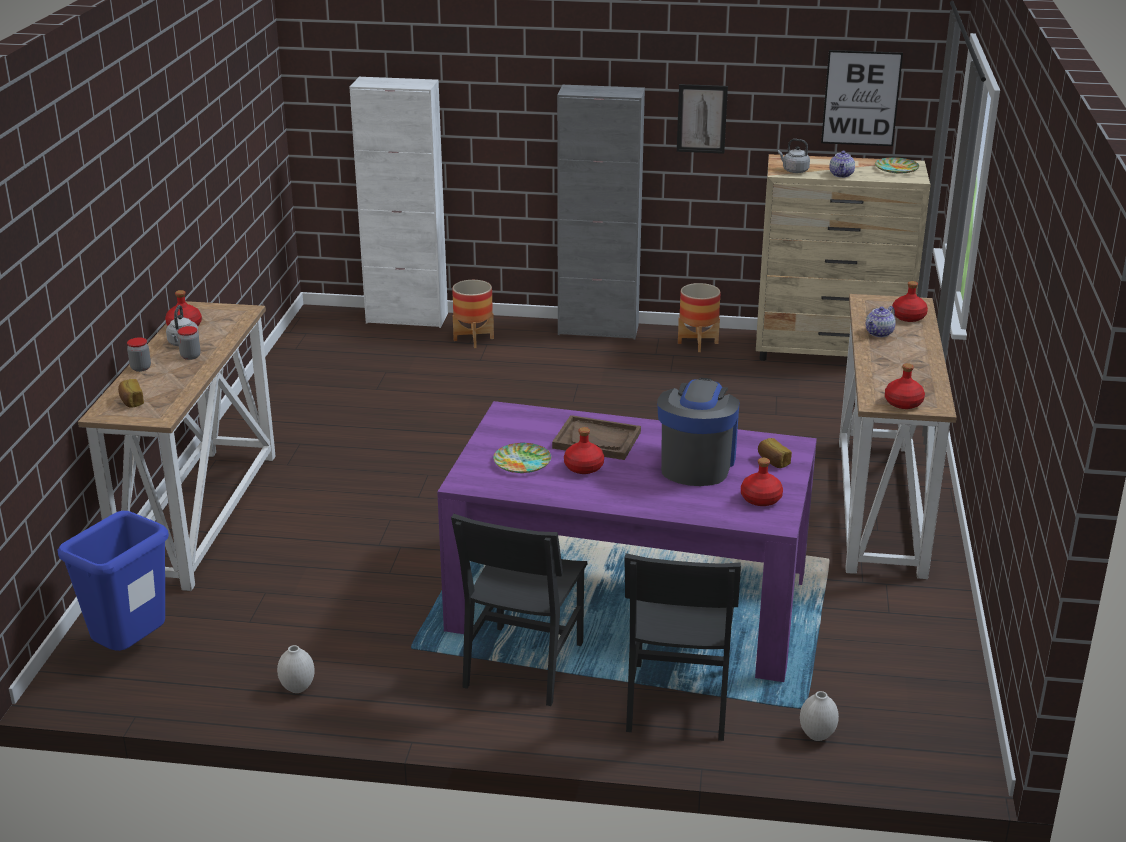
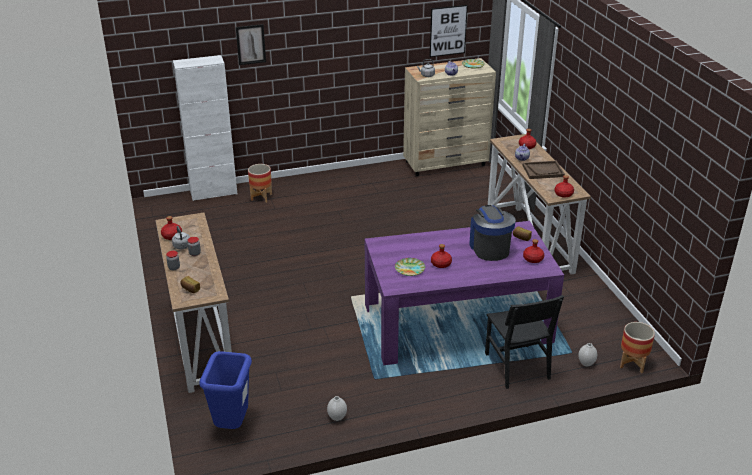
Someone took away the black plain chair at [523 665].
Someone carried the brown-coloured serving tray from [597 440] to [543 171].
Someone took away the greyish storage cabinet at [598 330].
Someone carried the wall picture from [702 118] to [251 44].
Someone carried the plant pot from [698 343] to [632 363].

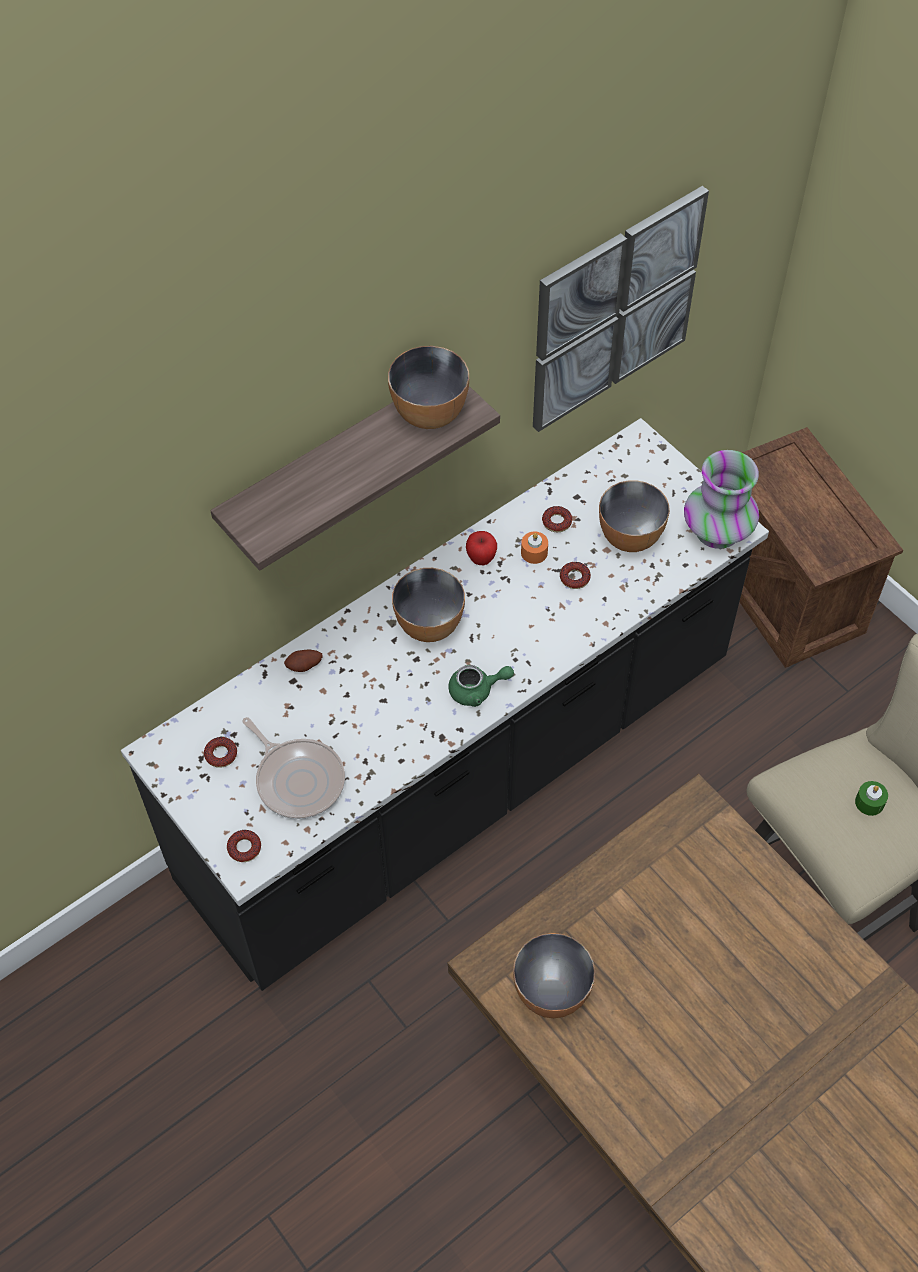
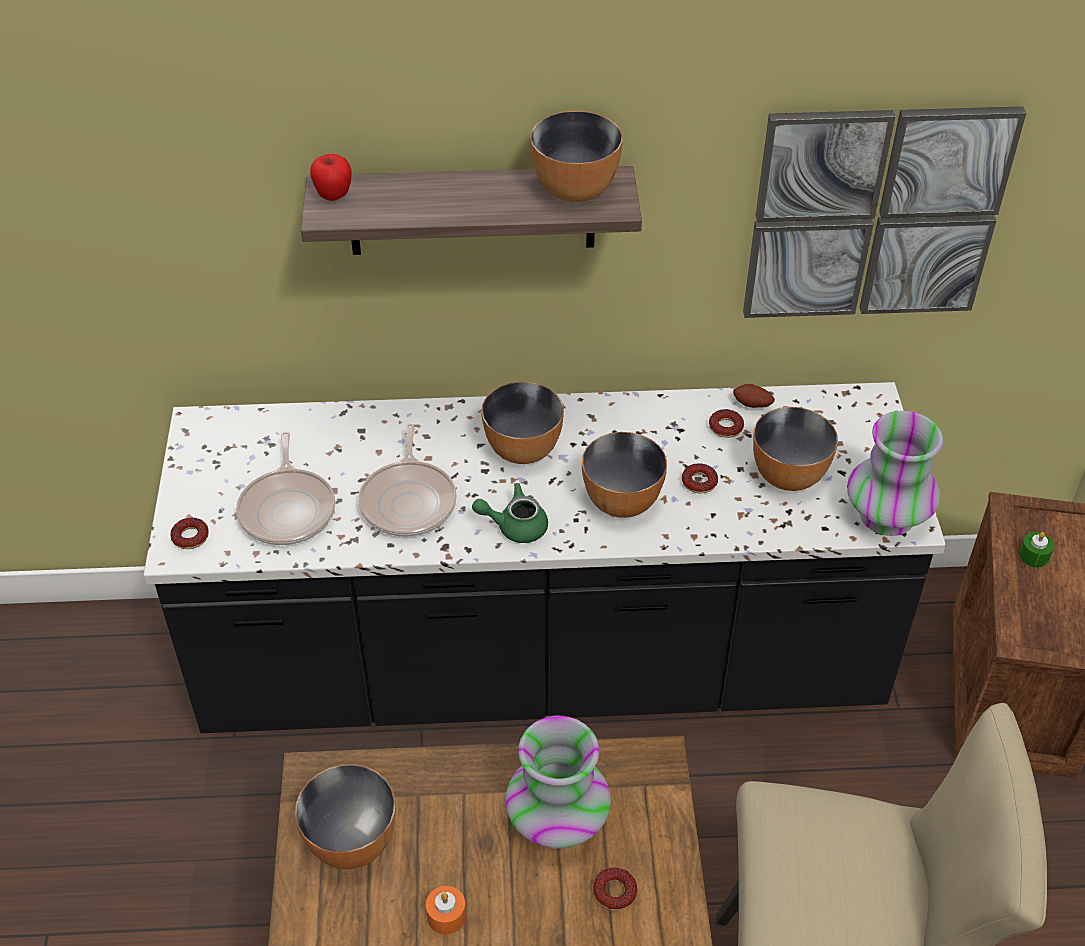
Someone carried the donut from [221 754] to [614 892].
Someone carried the potato from [304 666] to [752 405].
Someone rotated the green-coloured tea pot at [477 690] by 150 degrees clockwise.
Someone carried the whole apple from [481 559] to [333 196].
Someone carried the orange wax light from [534 552] to [446 916].
Someone carried the green-coloured wax light from [869 802] to [1034 555].
Someone put down the frying pan at [409 500].
Someone put down the vase at [557 821].
Someone put down the bowl at [622 502].

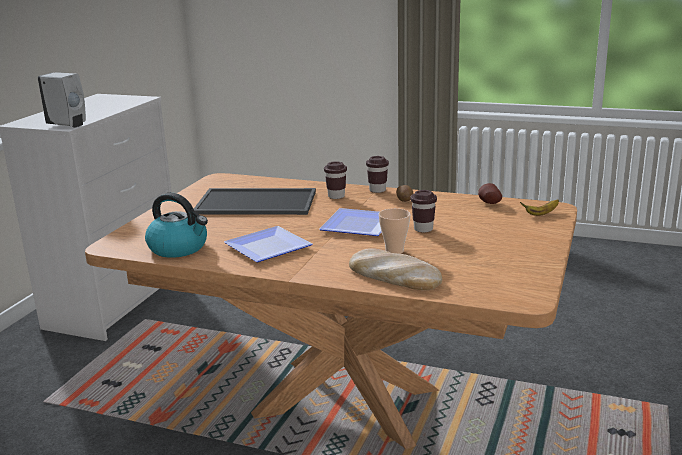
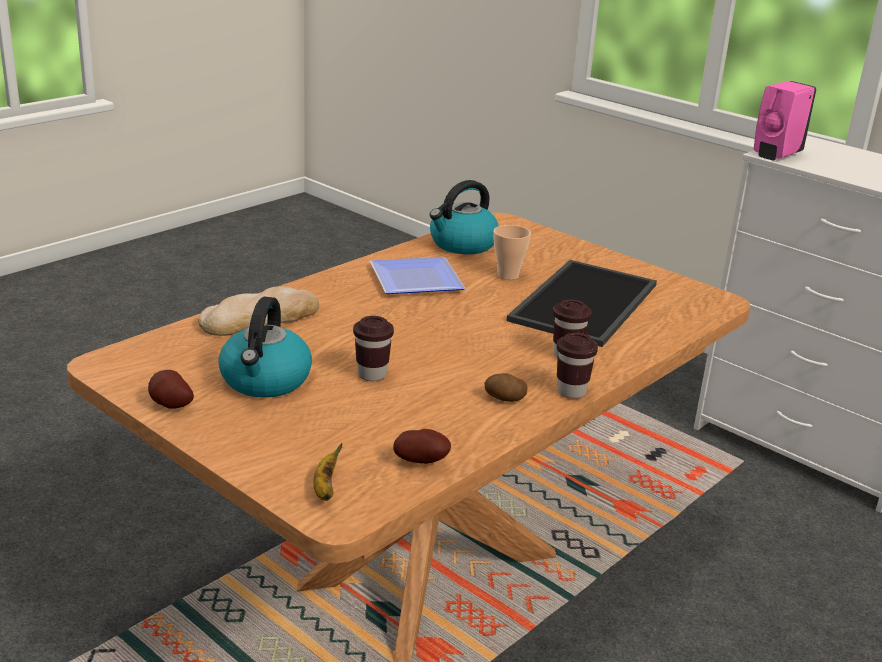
Someone repainted the white-coloured soap bottle at [68 125], which became the pink soap bottle at [776 155].
Someone took away the dinner plate at [356 224].
Someone carried the cup from [394 251] to [508 275].
Someone put down the potato at [169 406].
Someone put down the tea kettle at [265 381].

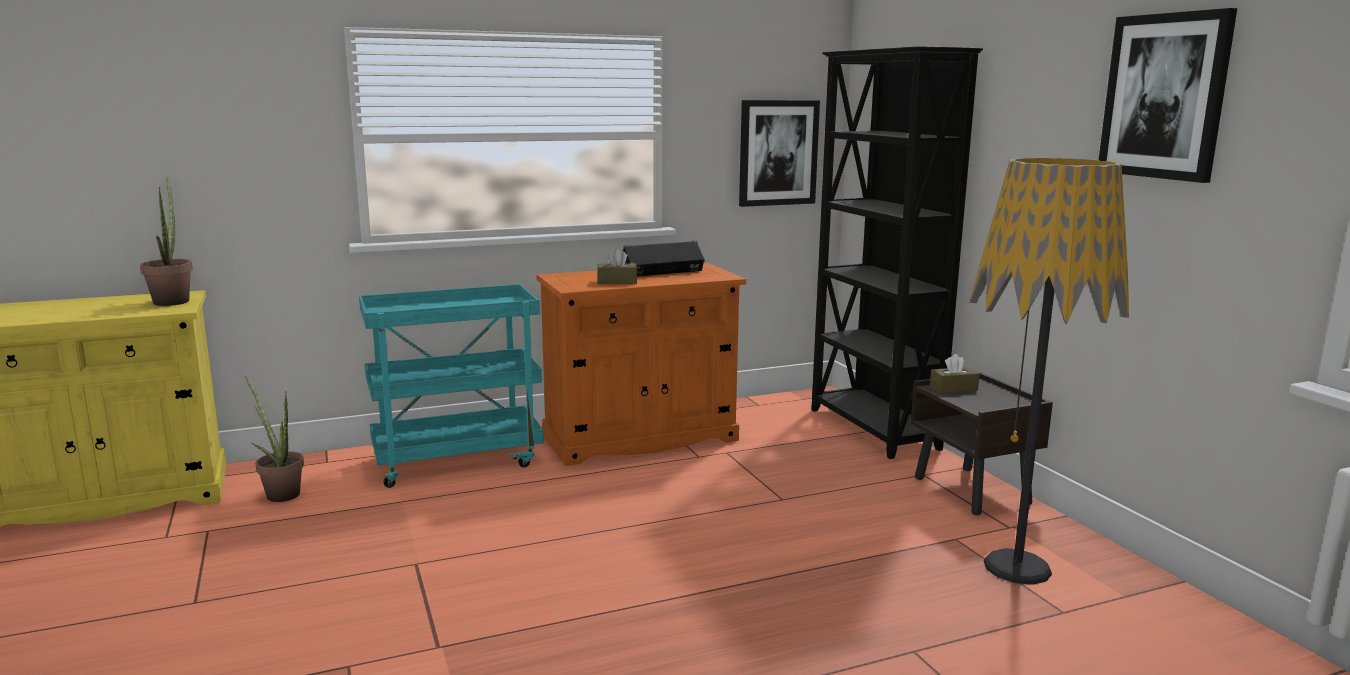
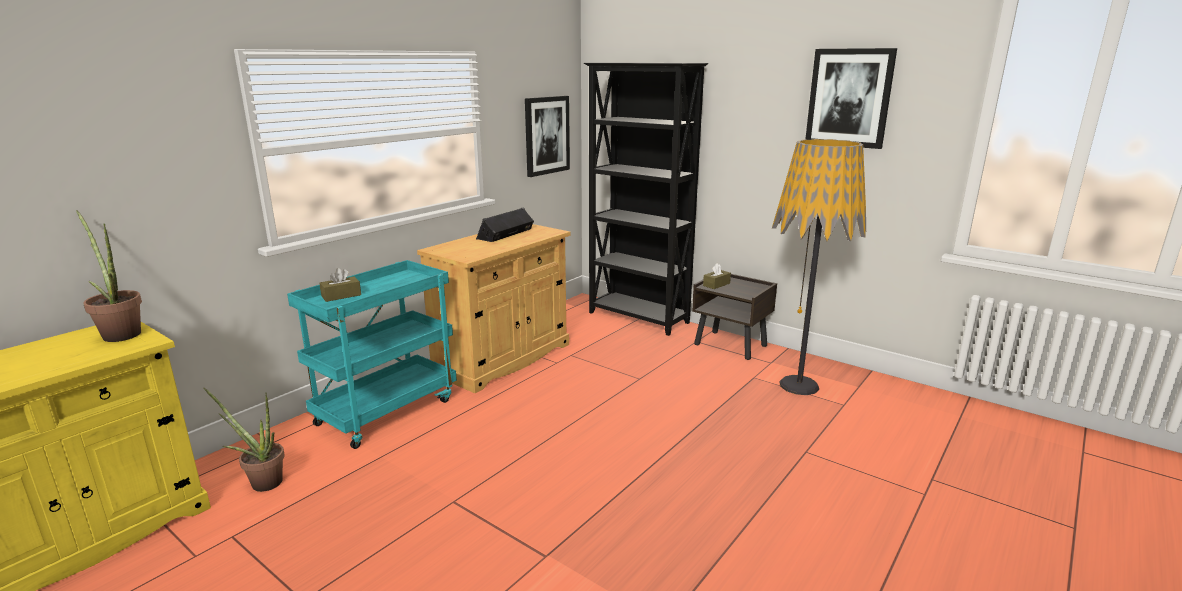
Someone repainted the orange storage cabinet at [640 438], which became the beige-coloured storage cabinet at [503 358].
Someone carried the brown-coloured box of tissues from [617 282] to [341 296].

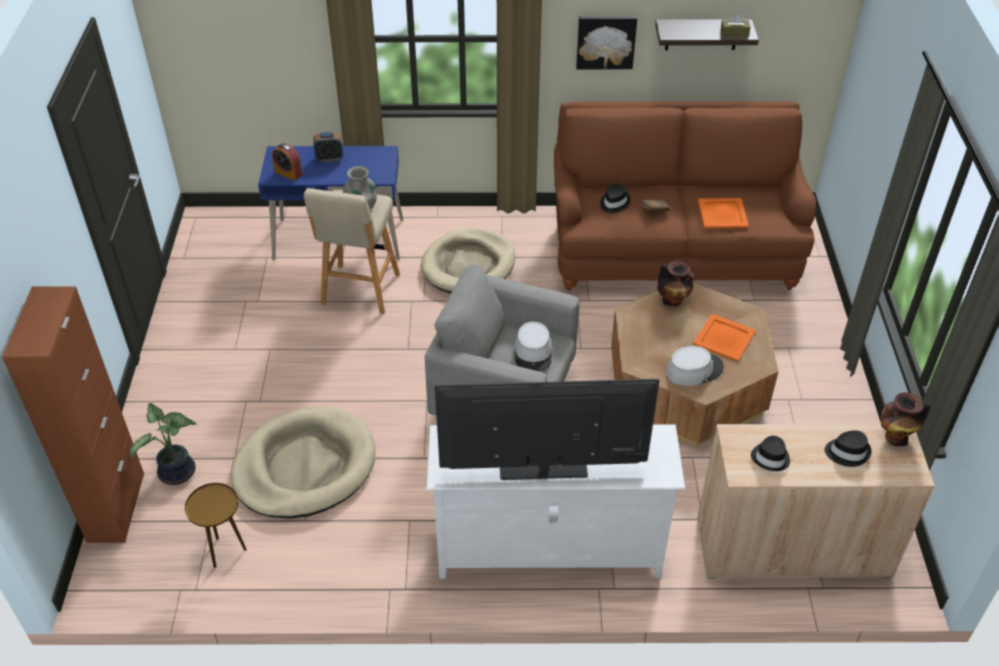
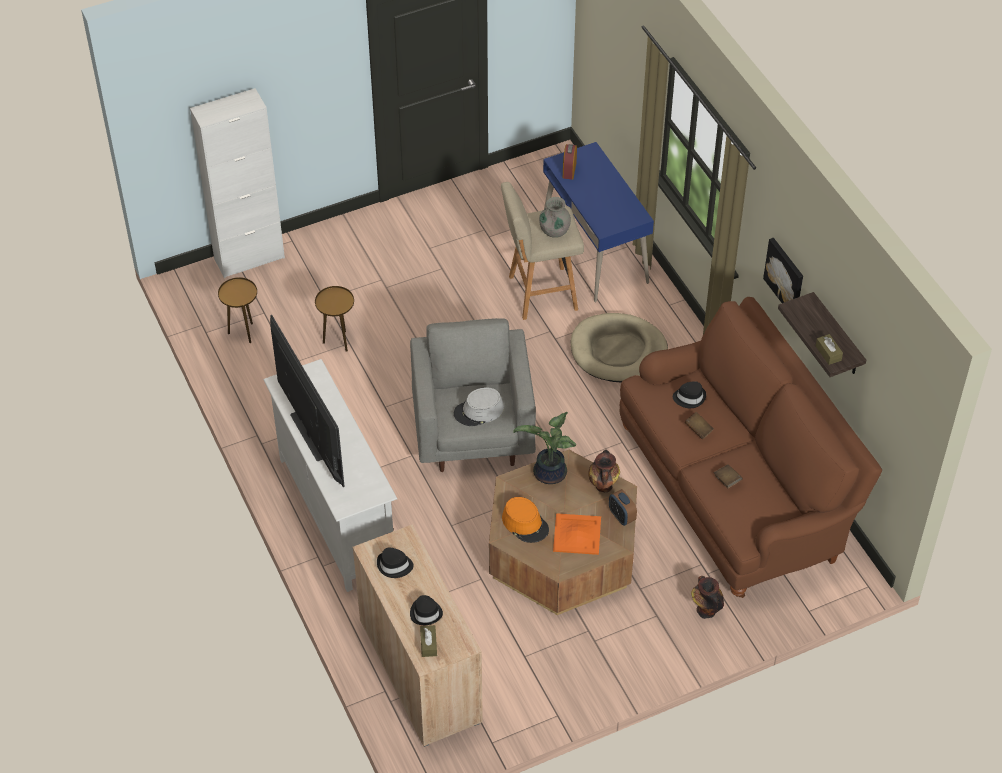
Someone repainted the brown-coloured storage cabinet at [116 507], which became the white-coloured storage cabinet at [249 258].
Someone carried the potted plant from [178 474] to [548 474].
Someone swapped the beige-coloured dog bed at [304 467] for the brown-coloured accent table at [338 341].
Someone carried the bedside clock from [329 158] to [621 516].
Someone repainted the greyish hat at [694 369], which became the orange hat at [525 523].
Someone swapped the orange serving tray at [723 213] for the brown-coloured volume at [727 480].
Someone carried the vase from [895 437] to [705 610].
Someone put down the brown-coloured box of tissues at [428 644].

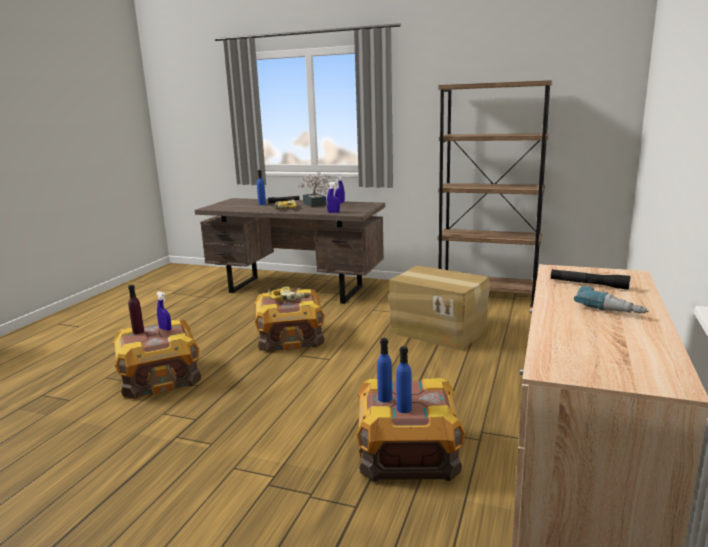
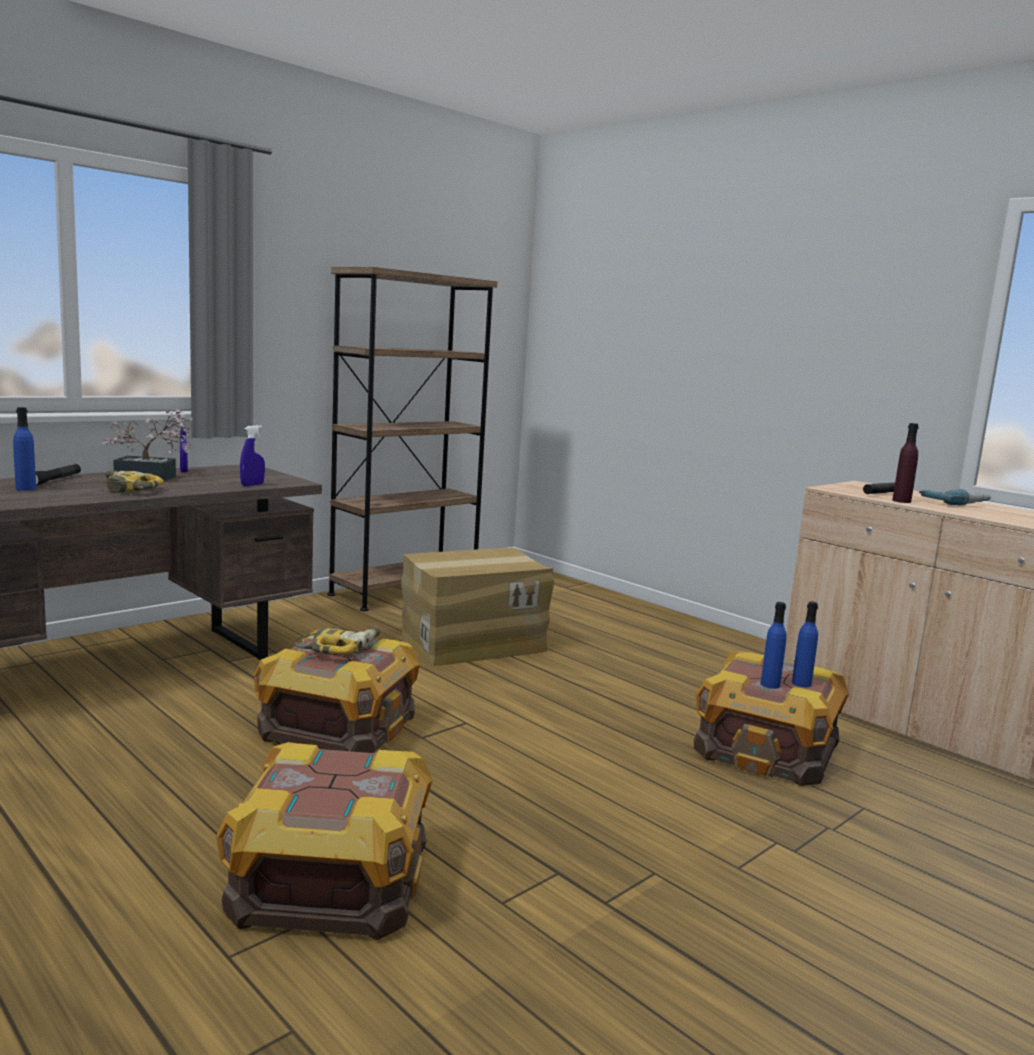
Someone carried the purplish beverage bottle from [138 331] to [901 501].
Someone took away the blue sprayer at [165 329].

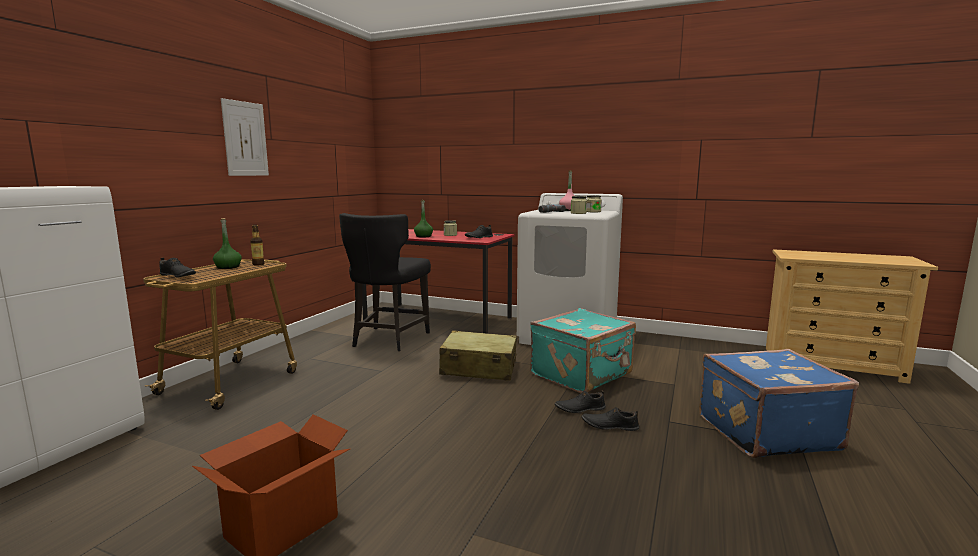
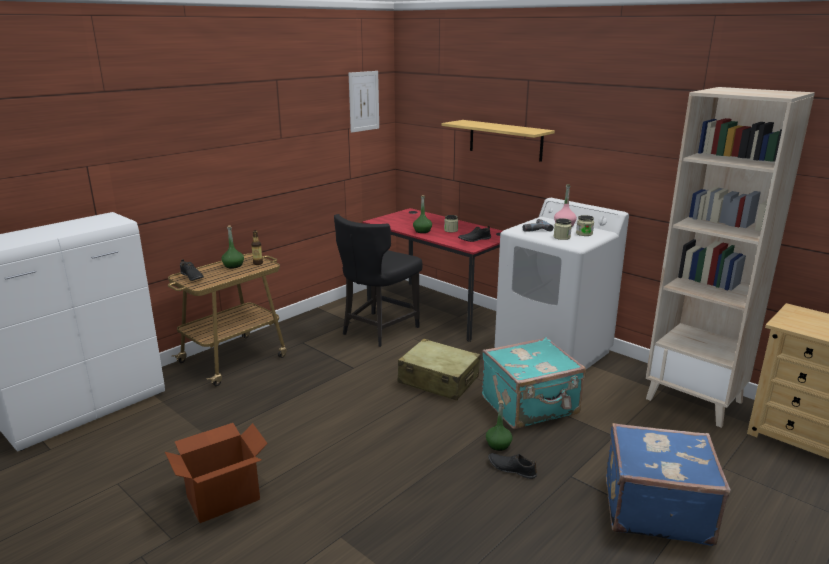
Someone carried the wall picture from [245 139] to [364 101].
Someone swapped the black item of footwear at [580 408] for the green-coloured beverage bottle at [498 445].
Someone put up the shelf at [505 140].
Someone put down the beige-coloured bookcase at [695 400].

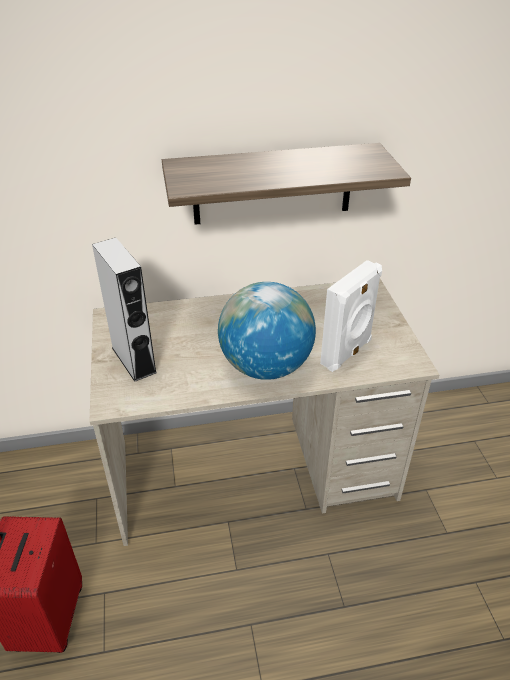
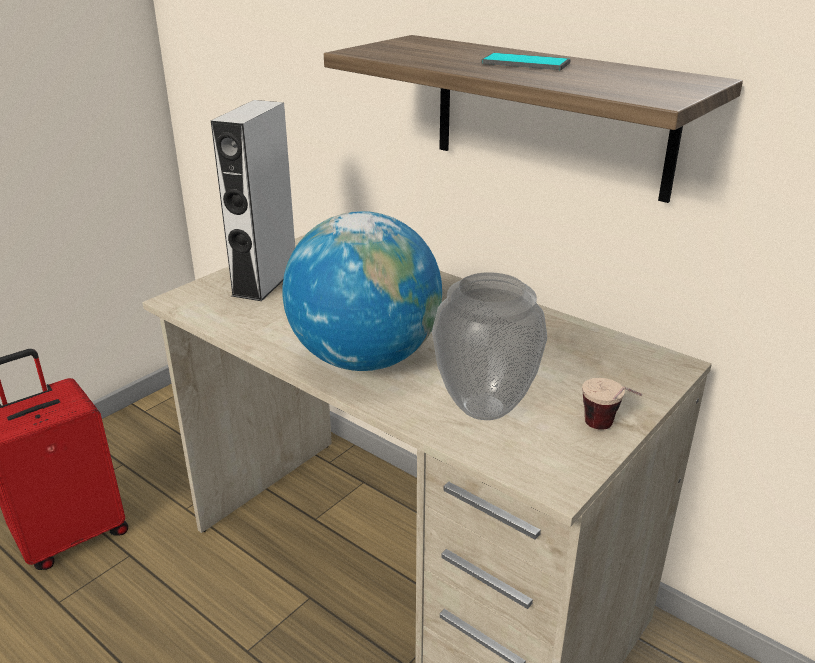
Someone swapped the white-coloured speaker at [347 353] for the vase at [486 407].
Someone put down the telephone at [525 63].
Someone put down the cup at [608 431].

